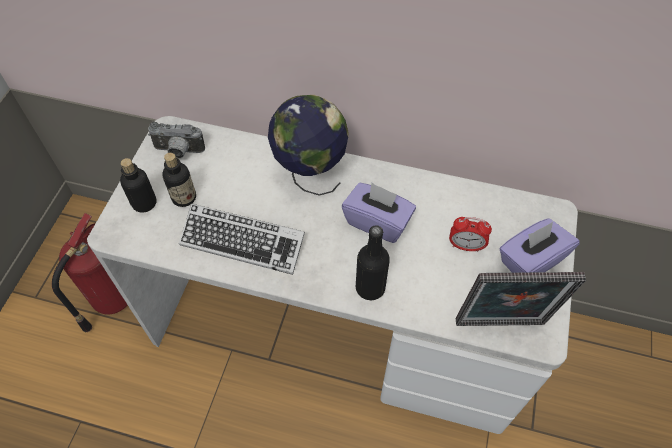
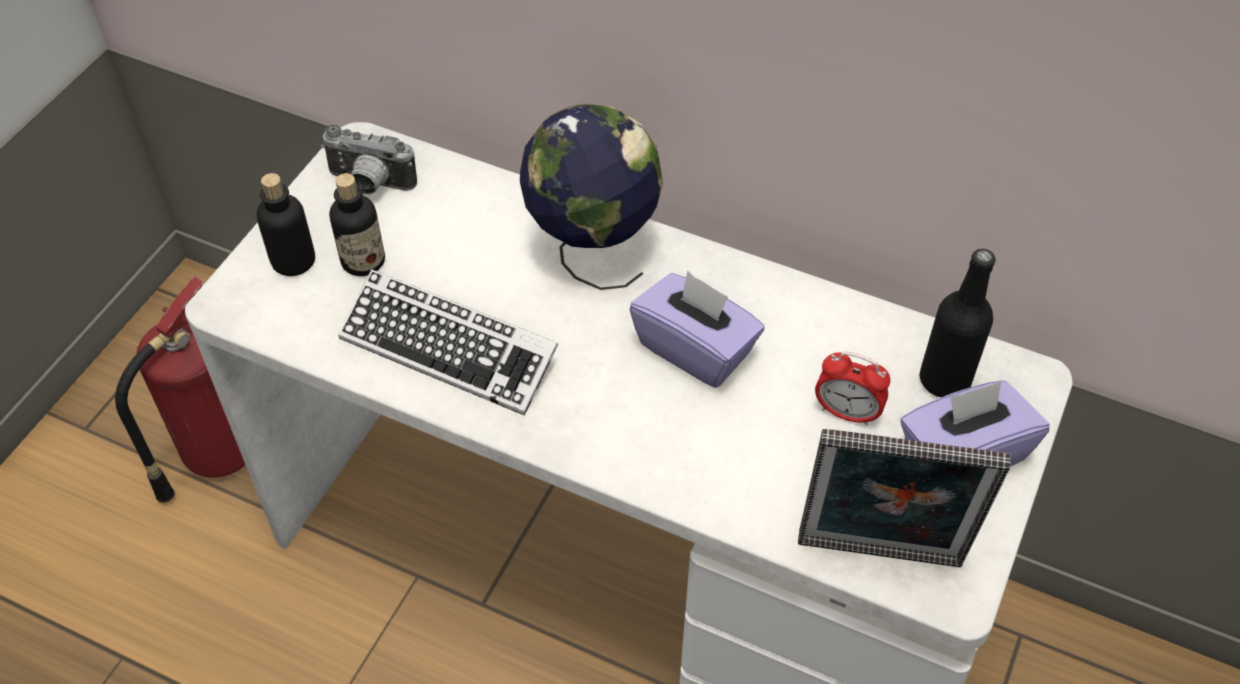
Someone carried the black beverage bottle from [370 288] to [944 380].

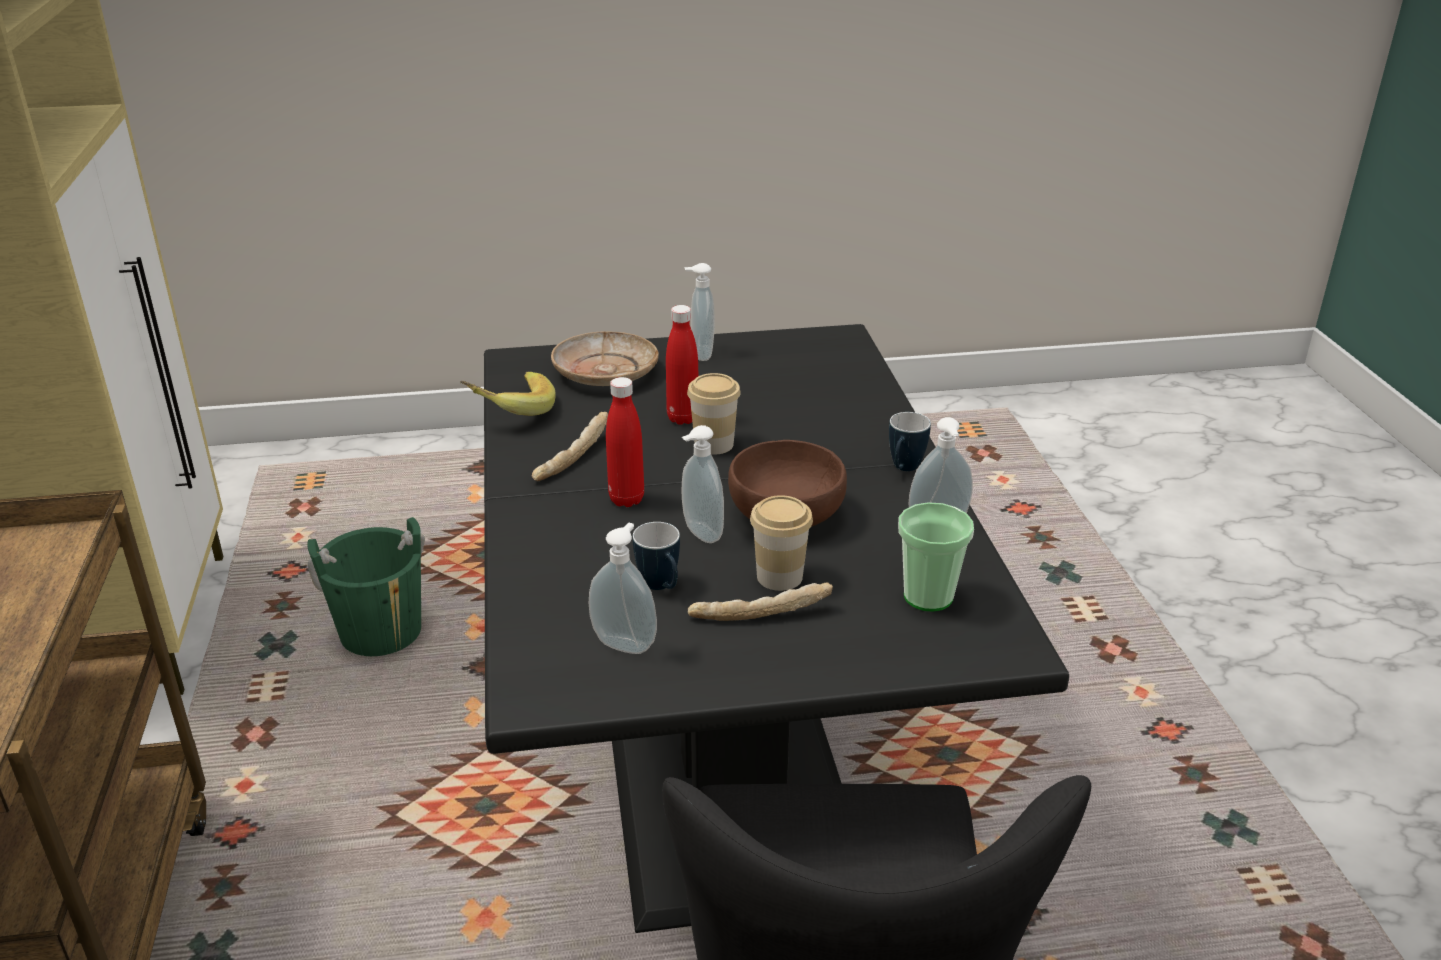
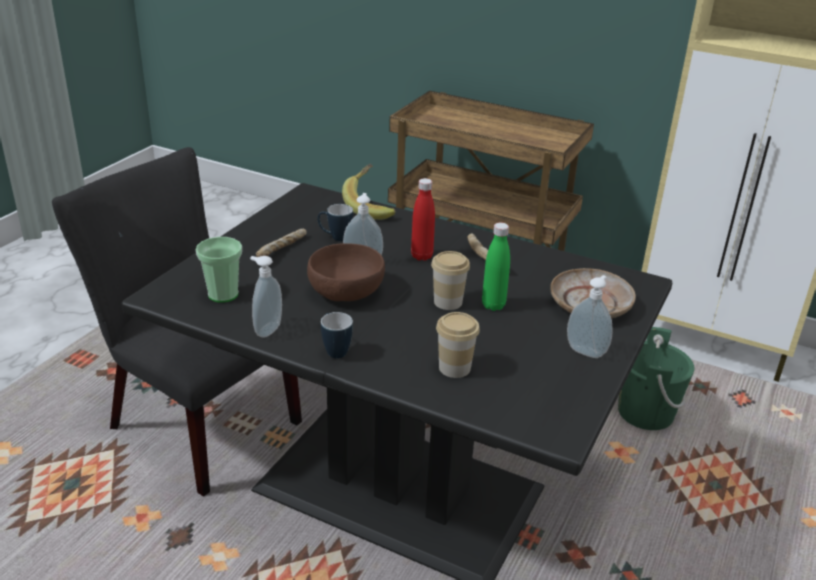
Someone carried the banana from [510 410] to [372 206].
Someone took away the soap bottle at [626 643].
Someone repainted the red-coloured beverage bottle at [682 418], which became the green-coloured beverage bottle at [493 305].
Someone carried the cup from [779 577] to [454 368].

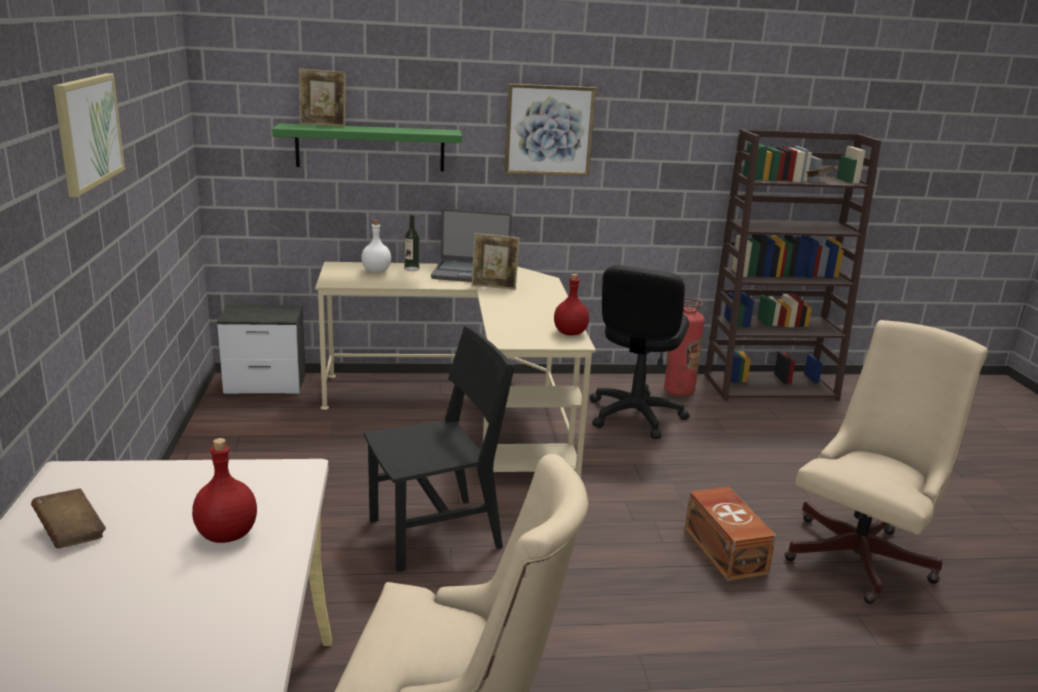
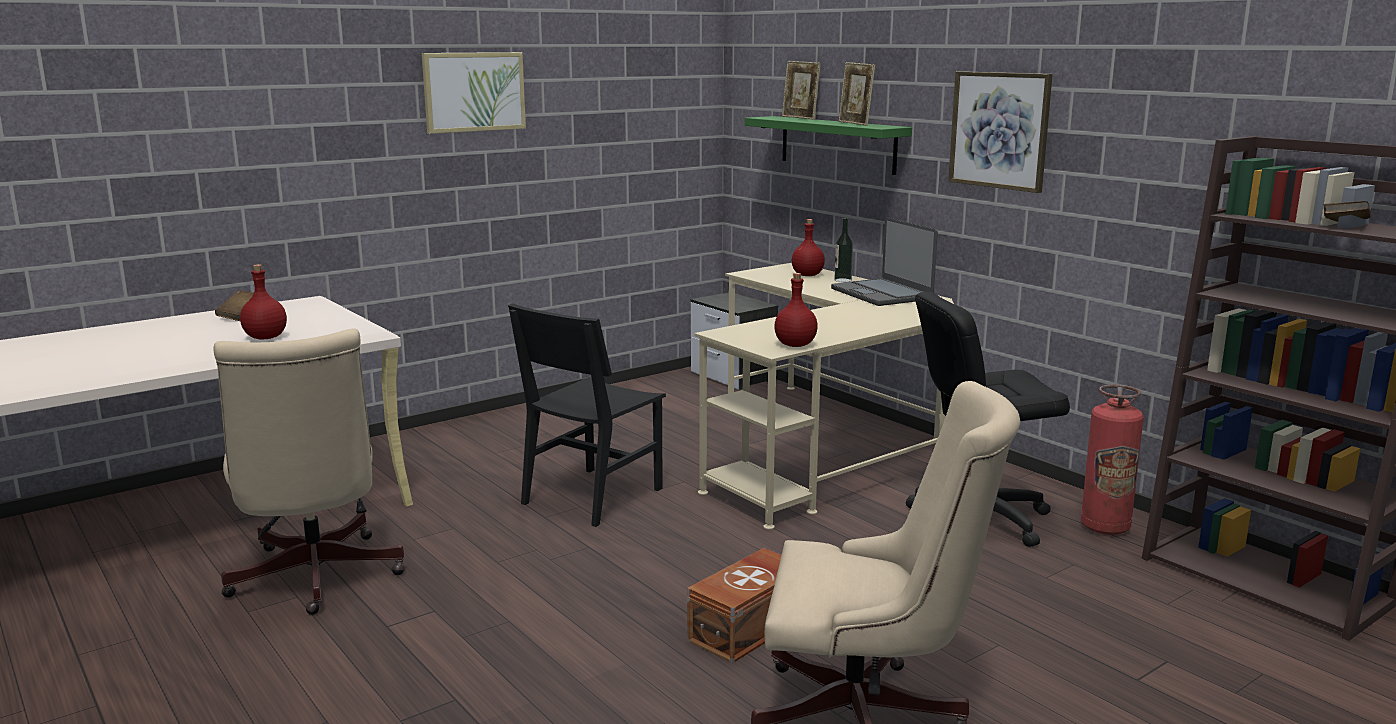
Someone repainted the white-coloured beverage bottle at [376 271], which became the red-coloured beverage bottle at [808 275].
Someone rotated the black plain chair at [435 533] by 90 degrees clockwise.
Someone carried the picture frame from [494 287] to [855 124].

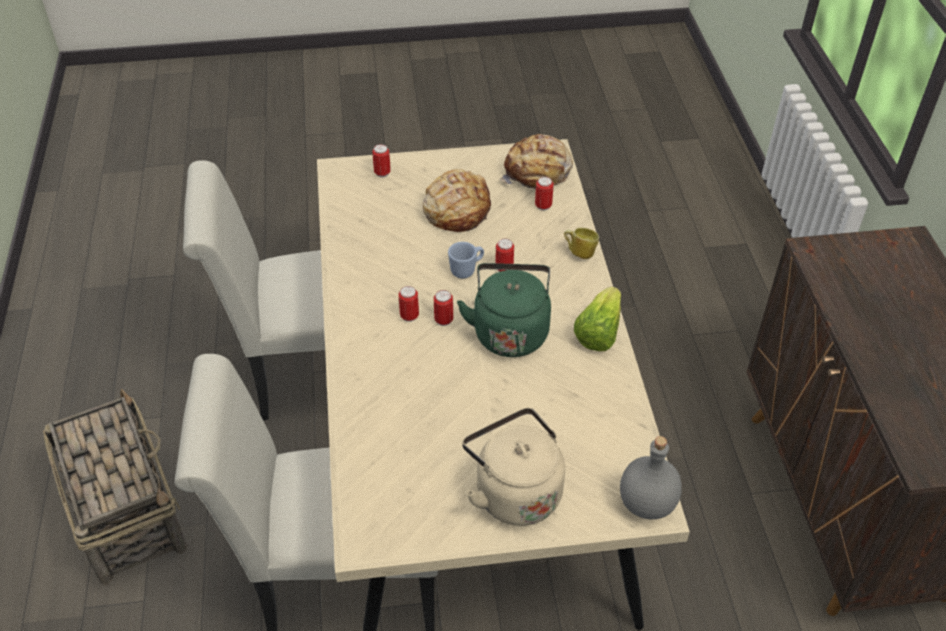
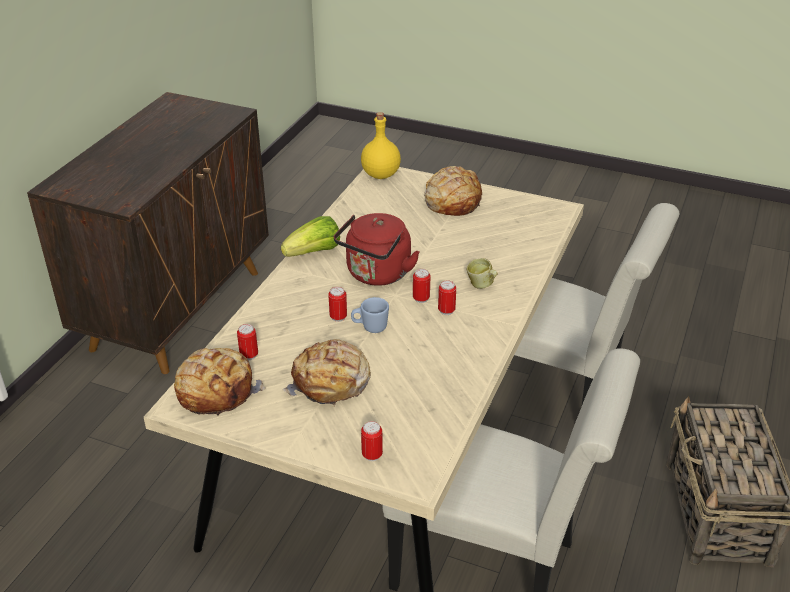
Someone repainted the green-coloured tea kettle at [510 331], which became the red-coloured tea kettle at [377 275].
Someone swapped the beige-coloured tea kettle at [514 491] for the baked bread at [452 201].
Someone carried the tea mug from [579 252] to [481 286].
Someone repainted the greyish beverage bottle at [647 502], which became the yellow beverage bottle at [380 175].

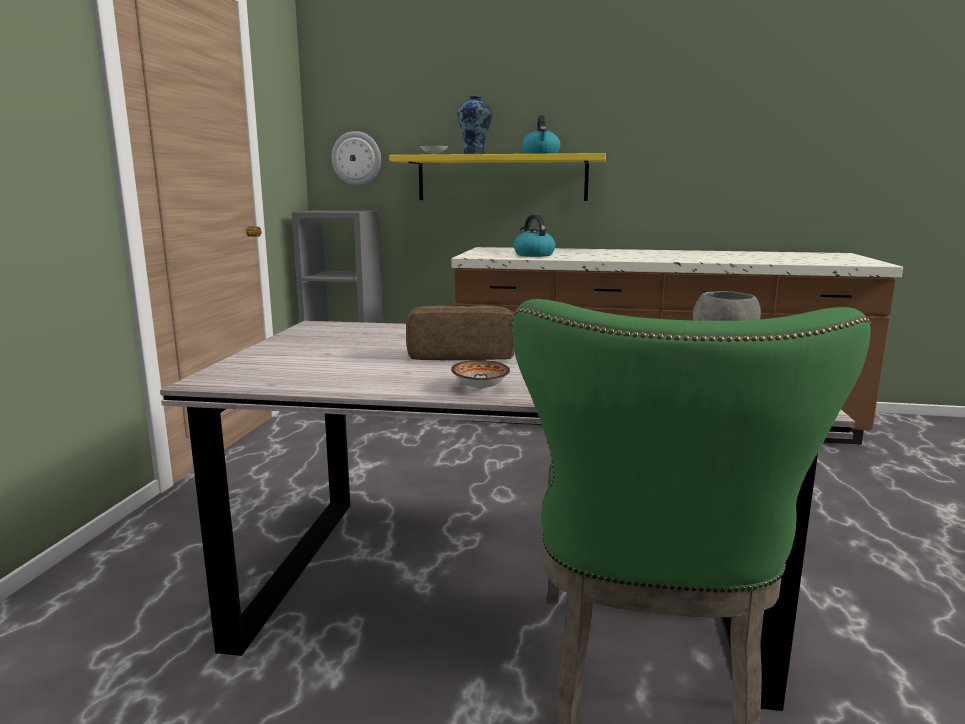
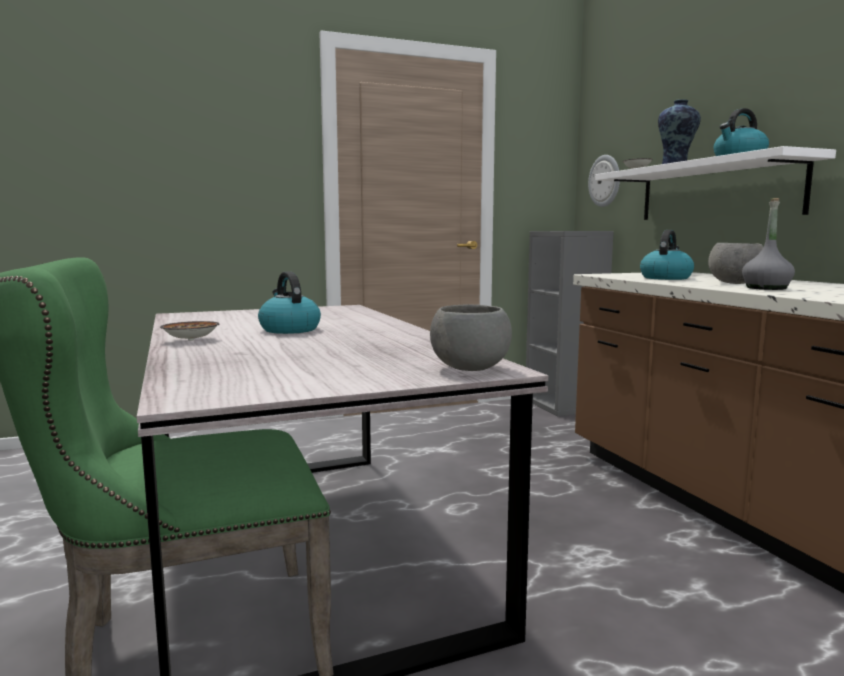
Someone repainted the yellow shelf at [502 178], which became the white-coloured shelf at [716 191].
Someone swapped the baked bread at [461 355] for the tea kettle at [289 329].
Someone put down the greyish bowl at [736 283].
Someone put down the greyish beverage bottle at [766 288].

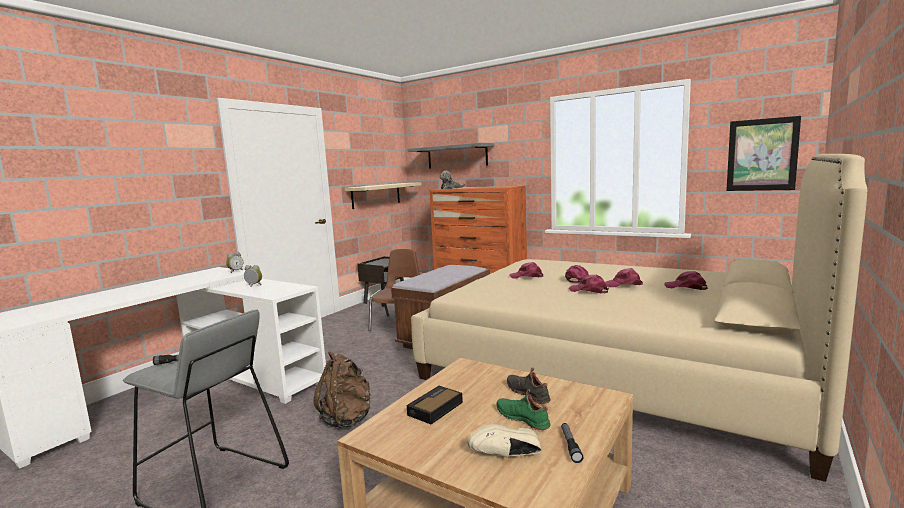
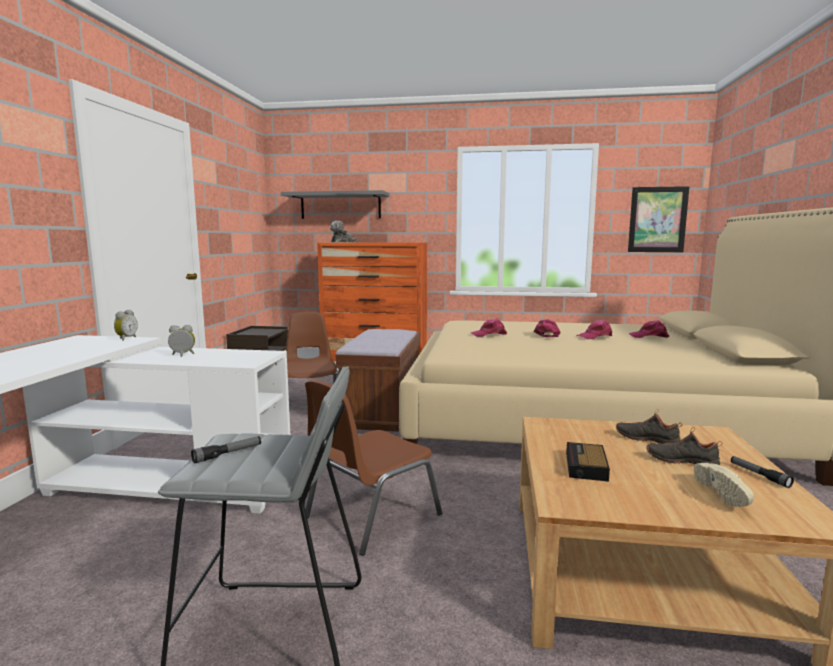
Someone swapped the brown-coloured backpack at [347 419] for the brown-coloured plain chair at [370 516].
Someone took away the beige-coloured shelf at [376 195].
Someone rotated the beige-coloured item of footwear at [507 456] by 60 degrees counterclockwise.
Someone repainted the green-coloured item of footwear at [523 418], which became the black item of footwear at [681 460].
Someone took away the pink cap at [589 290].

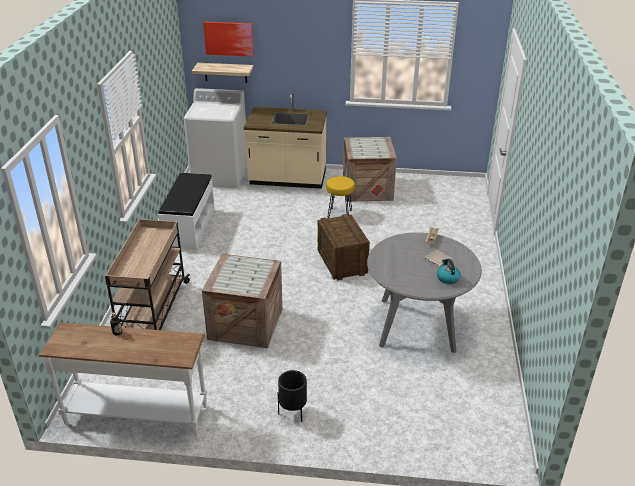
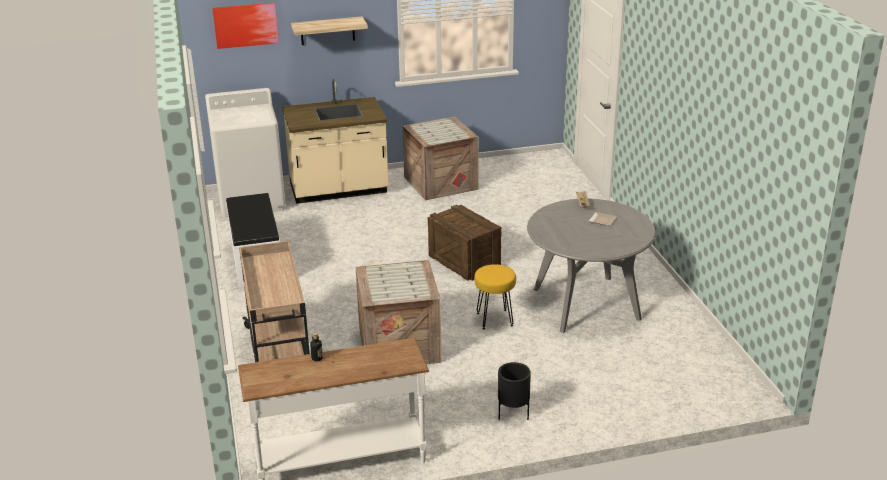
Someone carried the shelf from [225 72] to [327 31].
Someone carried the yellow sitting stool from [339 214] to [494 319].
Someone took away the tea kettle at [447 278].

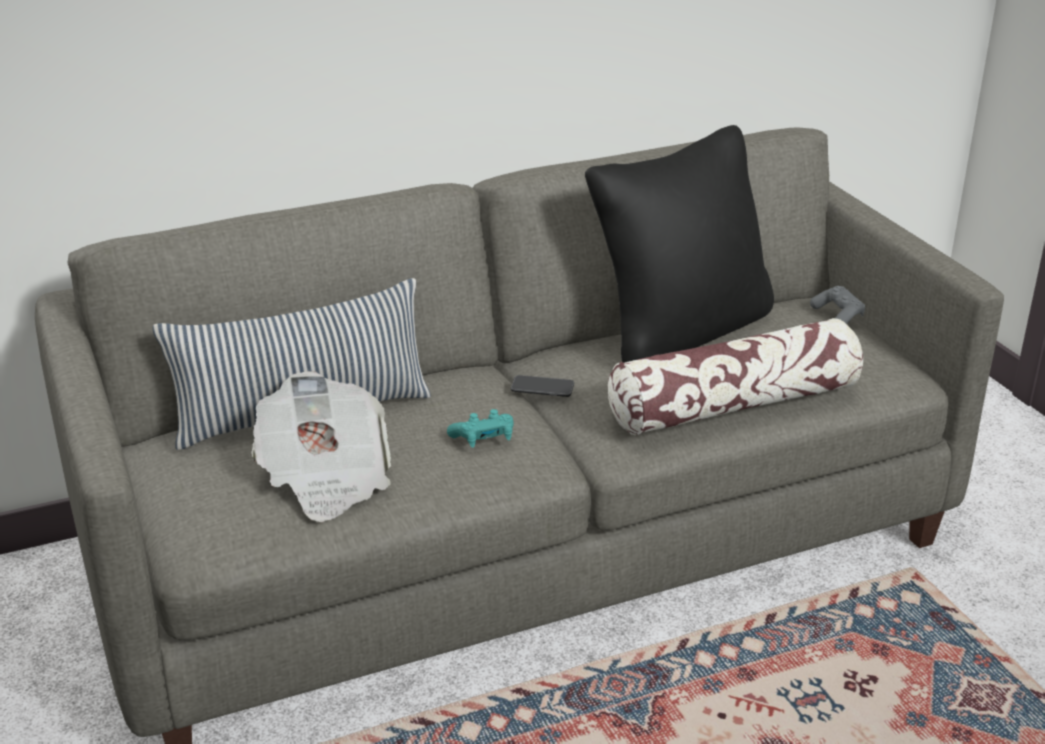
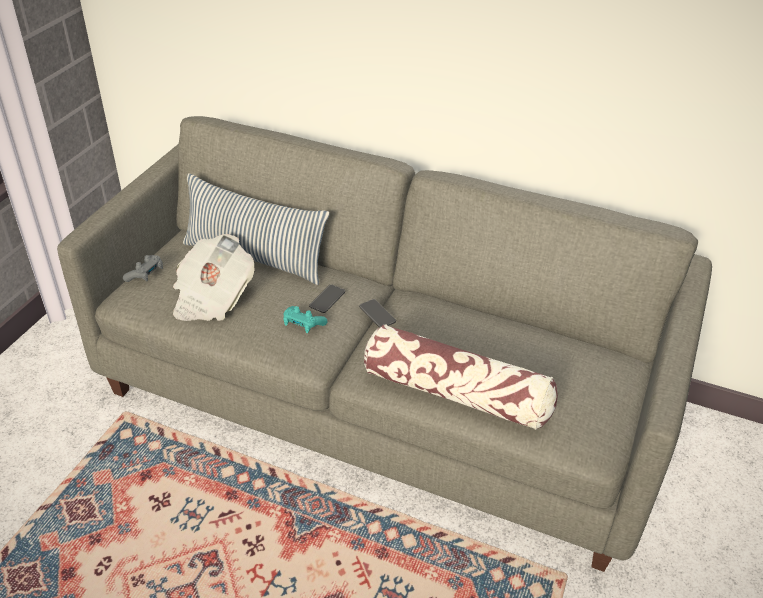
Someone took away the black cushion at [680 331].
Someone carried the greyish gamepad from [837 316] to [145 274].
Someone put down the telephone at [327 299].

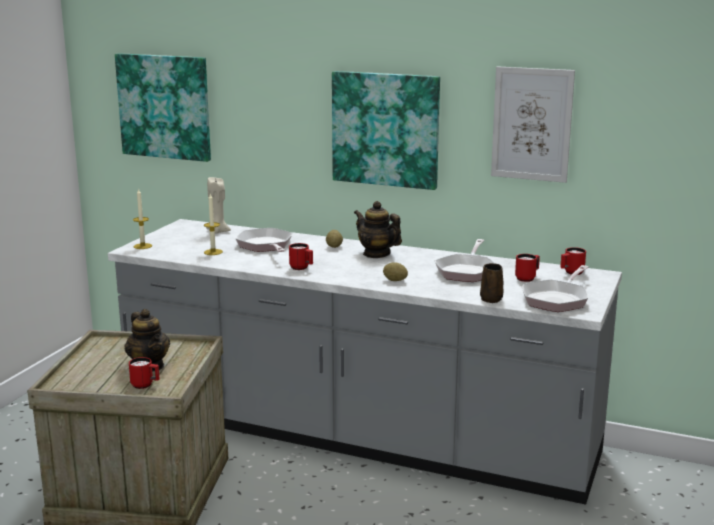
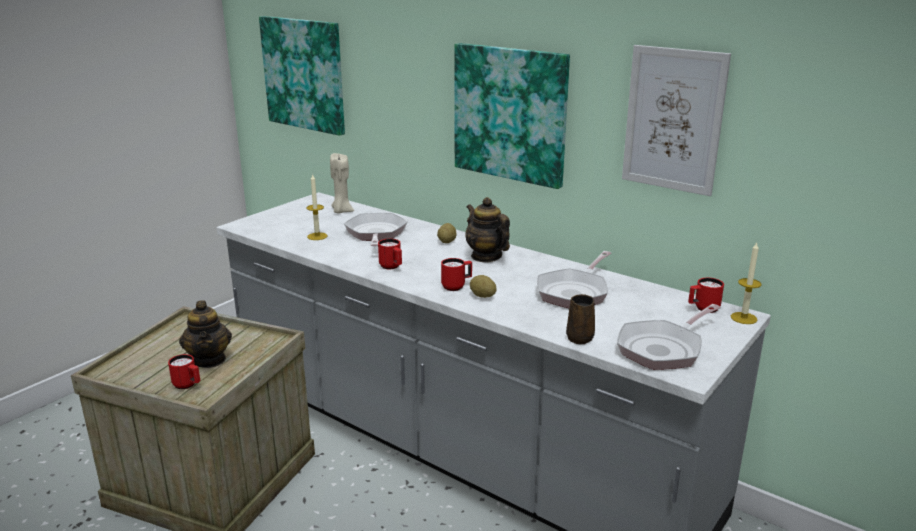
Someone carried the wax light from [143 246] to [743 318].
Someone carried the red-coloured tea mug from [527 278] to [456 286].

